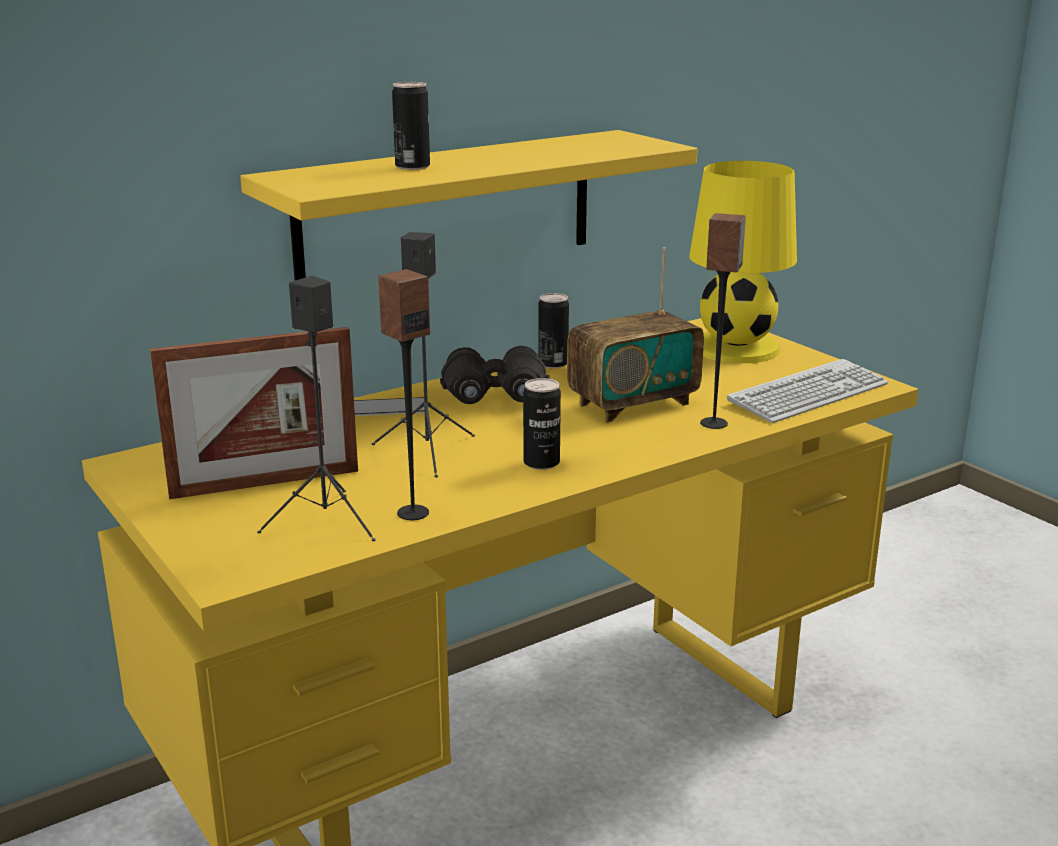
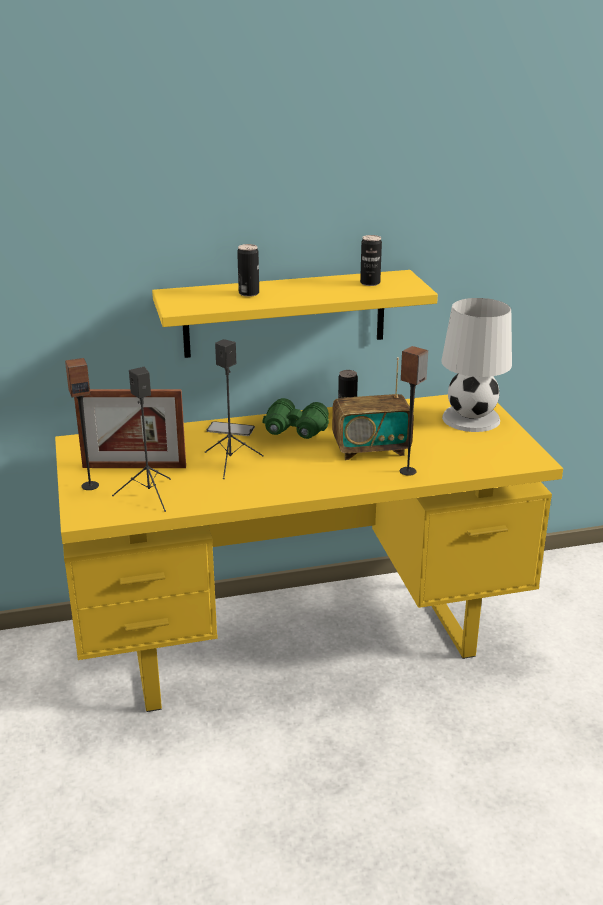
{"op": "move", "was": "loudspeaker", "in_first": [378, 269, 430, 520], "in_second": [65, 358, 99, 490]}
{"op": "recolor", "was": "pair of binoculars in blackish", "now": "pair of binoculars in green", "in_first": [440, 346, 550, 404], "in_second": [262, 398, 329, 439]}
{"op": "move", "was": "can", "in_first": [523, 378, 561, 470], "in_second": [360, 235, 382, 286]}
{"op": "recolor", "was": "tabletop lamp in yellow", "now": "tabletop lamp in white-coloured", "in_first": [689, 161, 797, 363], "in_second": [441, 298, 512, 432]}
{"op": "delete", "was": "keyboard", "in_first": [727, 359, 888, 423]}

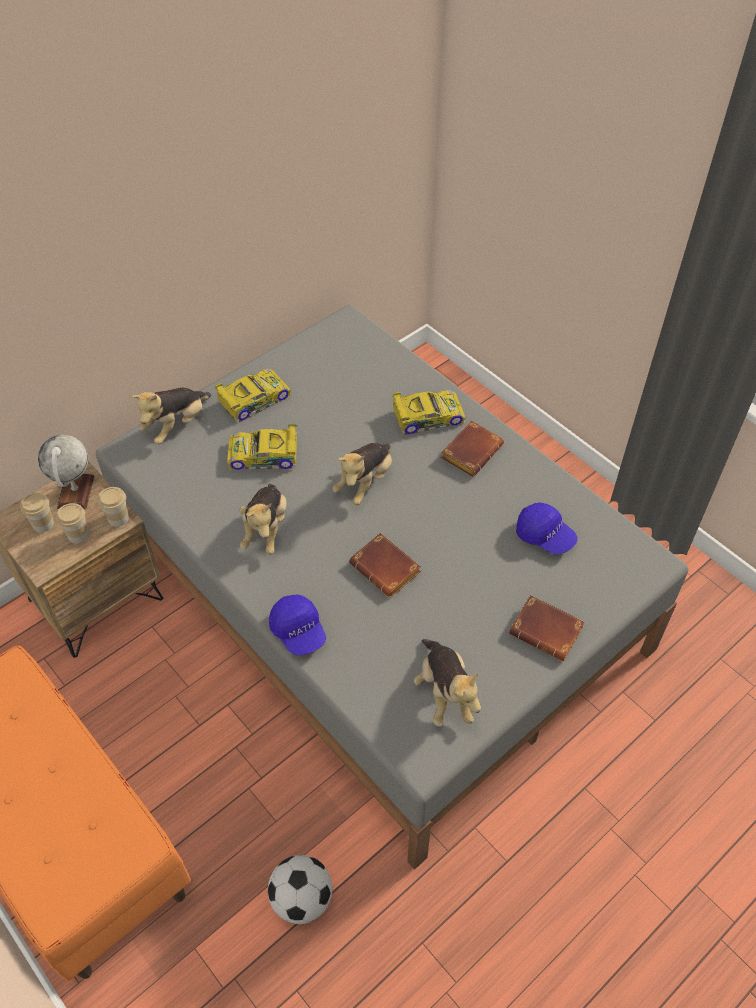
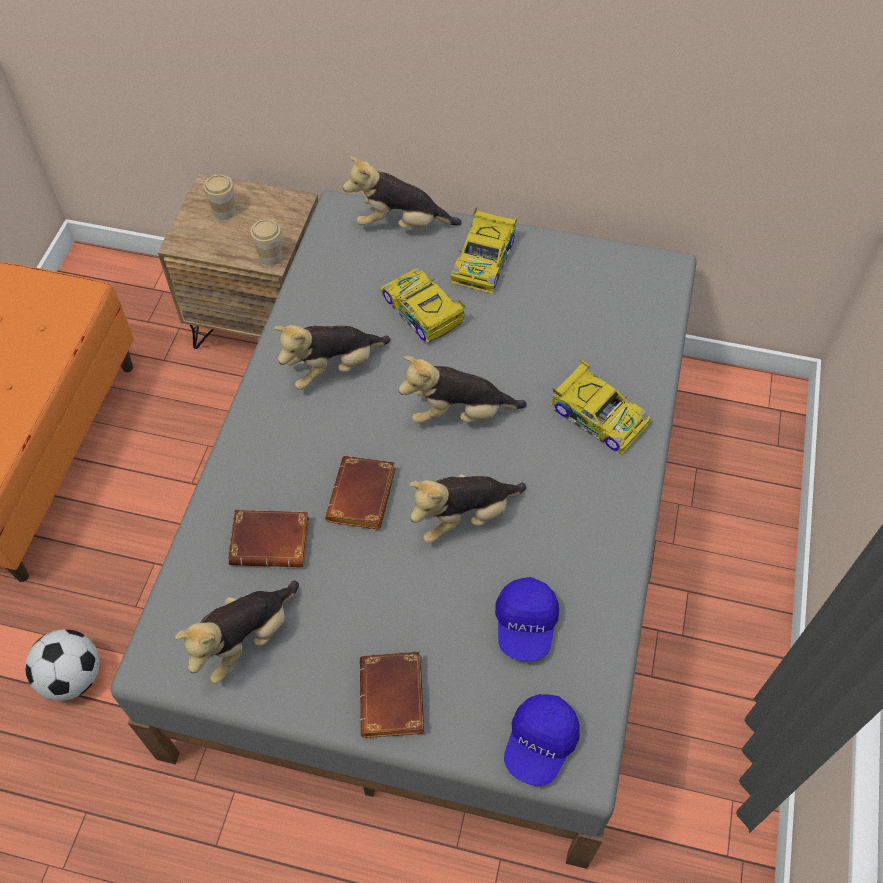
{"op": "move", "was": "book in brown", "in_first": [441, 421, 504, 477], "in_second": [228, 510, 309, 567]}
{"op": "insert", "now": "plush toy", "in_second": [409, 474, 526, 543]}
{"op": "rotate", "was": "toy car", "in_first": [215, 369, 291, 422], "in_second": [451, 207, 517, 293], "clockwise": 90}
{"op": "move", "was": "baseball cap in blue", "in_first": [269, 595, 326, 655], "in_second": [504, 694, 580, 786]}
{"op": "delete", "was": "world globe", "in_first": [38, 435, 94, 509]}
{"op": "delete", "was": "small cup", "in_first": [56, 503, 89, 543]}

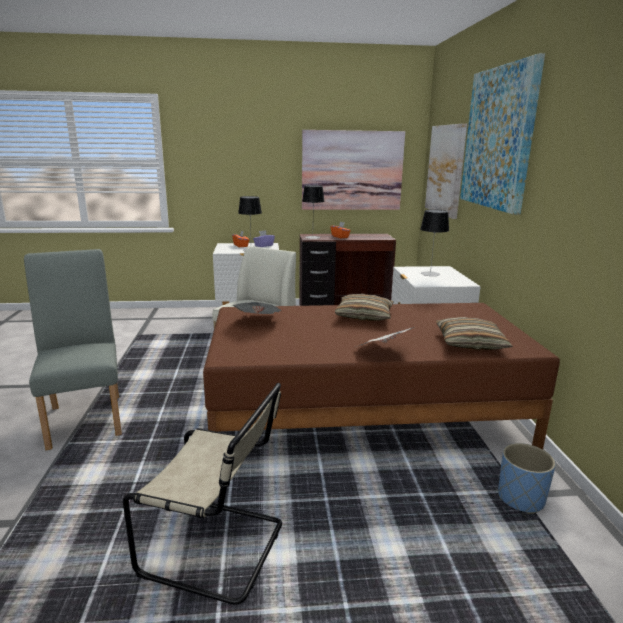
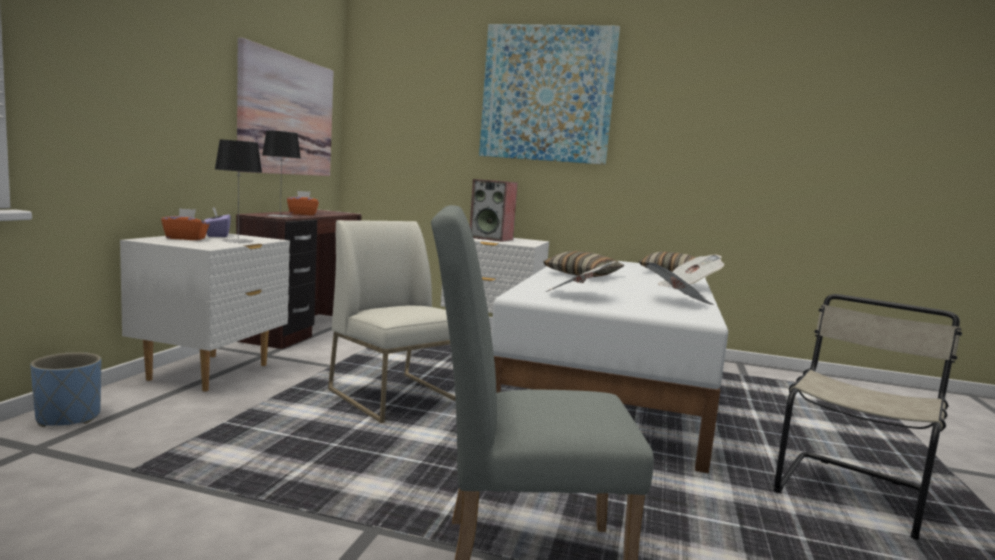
{"op": "move", "was": "plant pot in blue", "in_first": [498, 443, 556, 514], "in_second": [30, 352, 101, 427]}
{"op": "replace", "was": "tabletop lamp", "now": "loudspeaker", "in_first": [420, 210, 449, 276], "in_second": [470, 179, 518, 242]}
{"op": "recolor", "was": "bed in brown", "now": "bed in white-coloured", "in_first": [203, 303, 560, 449], "in_second": [491, 261, 728, 473]}
{"op": "insert", "now": "daily paper", "in_second": [646, 262, 714, 305]}
{"op": "delete", "was": "wall picture", "in_first": [425, 123, 467, 219]}

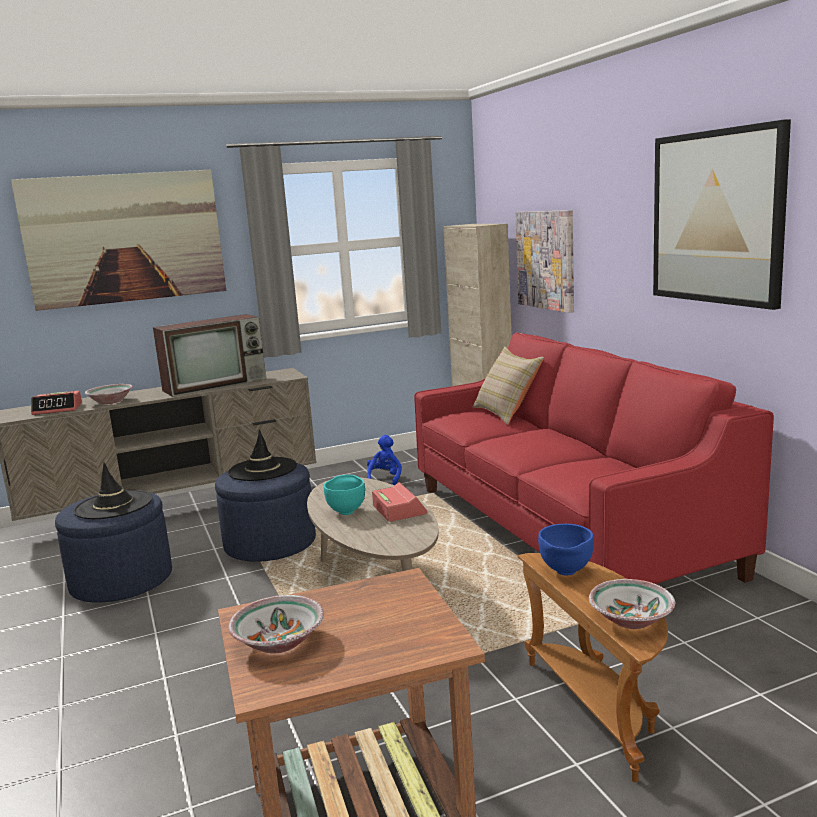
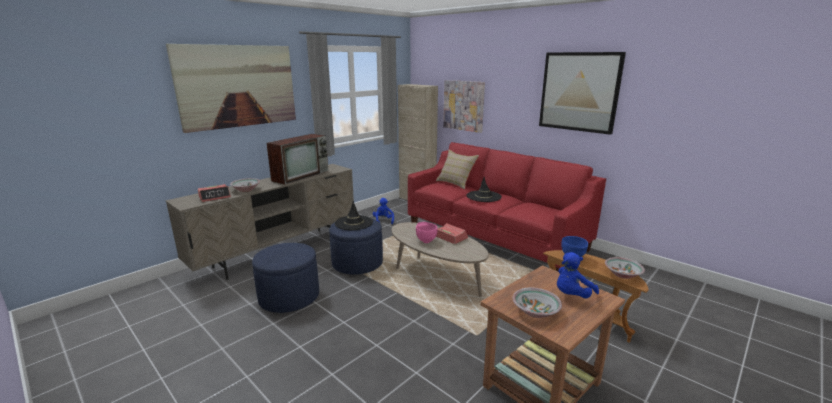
{"op": "recolor", "was": "bowl in turquoise-coloured", "now": "bowl in pink-coloured", "in_first": [324, 475, 365, 515], "in_second": [416, 222, 438, 243]}
{"op": "move", "was": "wearable hat in blackish", "in_first": [73, 462, 153, 519], "in_second": [467, 177, 502, 202]}
{"op": "insert", "now": "plush toy in blue", "in_second": [557, 252, 599, 298]}

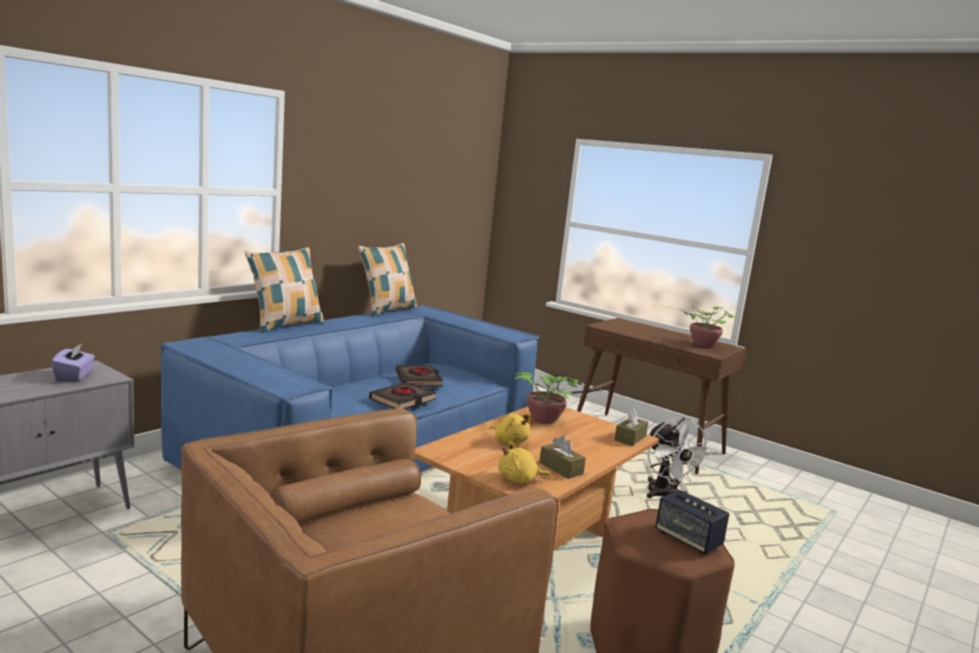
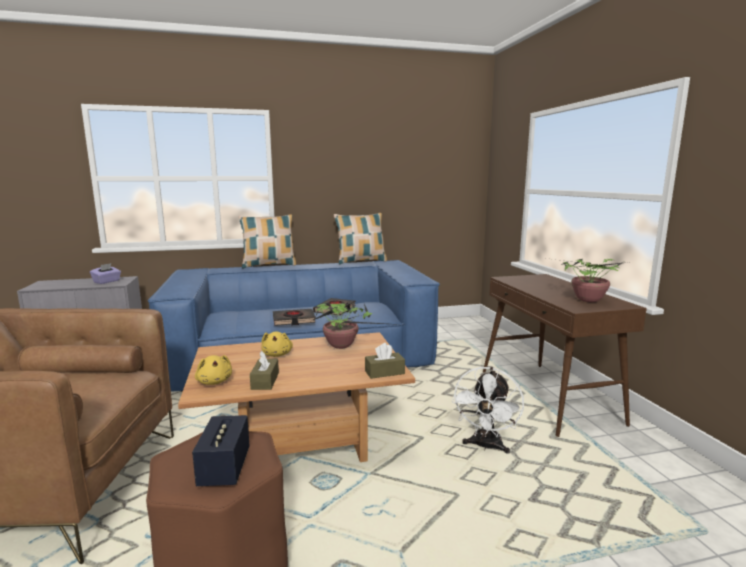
{"op": "rotate", "was": "plush toy in yellow", "in_first": [499, 441, 552, 483], "in_second": [195, 355, 232, 385], "clockwise": -150}

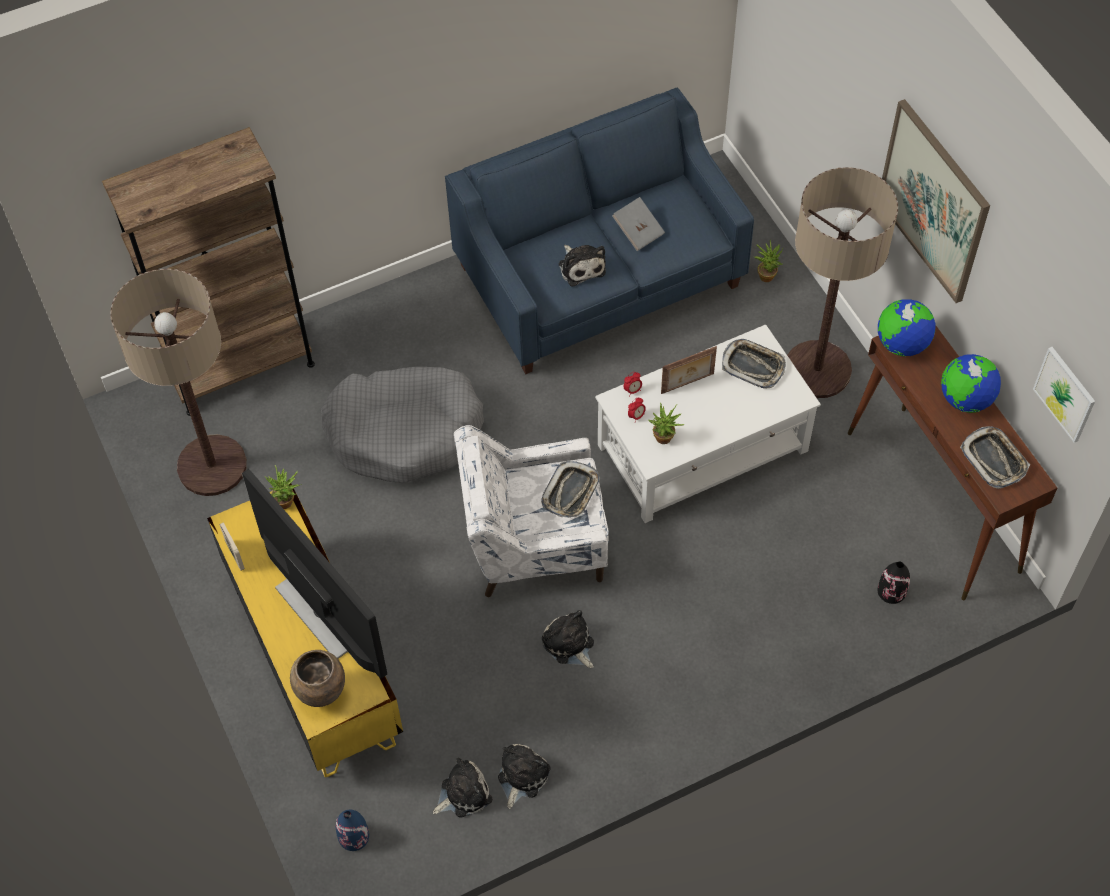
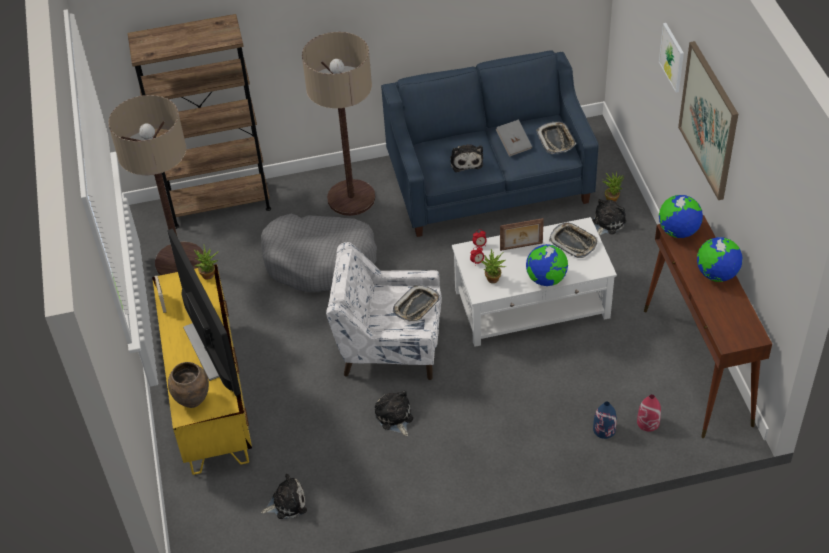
{"op": "move", "was": "floor lamp", "in_first": [787, 167, 898, 398], "in_second": [302, 32, 375, 216]}
{"op": "insert", "now": "world globe", "in_second": [526, 244, 568, 286]}
{"op": "move", "was": "carrying tray", "in_first": [960, 426, 1030, 489], "in_second": [536, 122, 576, 154]}
{"op": "move", "was": "plush toy", "in_first": [498, 744, 551, 809], "in_second": [592, 199, 626, 236]}
{"op": "move", "was": "decorative vase in blue", "in_first": [336, 810, 369, 851], "in_second": [593, 402, 617, 439]}
{"op": "recolor", "was": "decorative vase in blackish", "now": "decorative vase in reddish", "in_first": [877, 561, 910, 604], "in_second": [637, 394, 661, 432]}
{"op": "move", "was": "wall picture", "in_first": [1033, 347, 1095, 443], "in_second": [659, 23, 684, 93]}

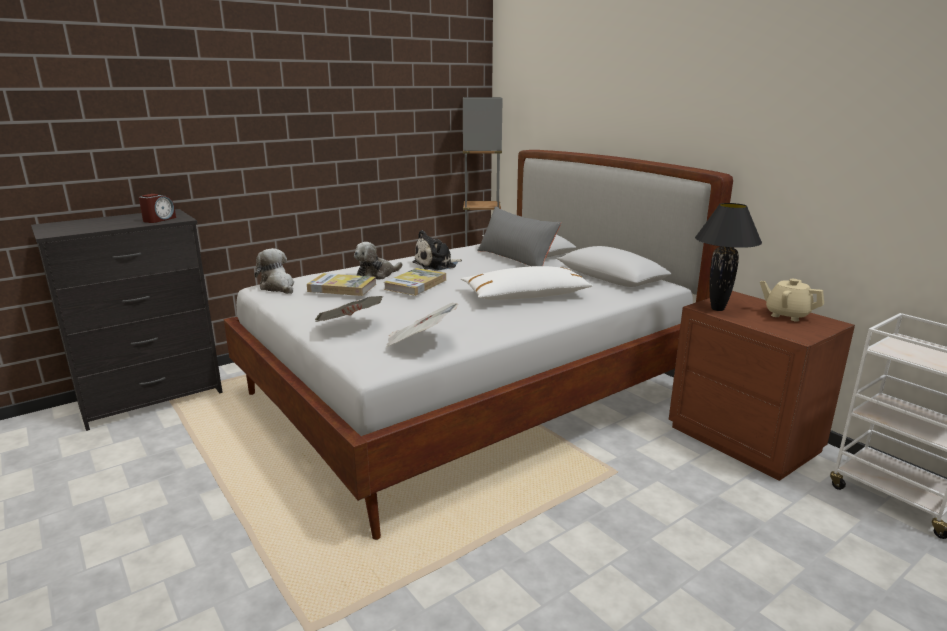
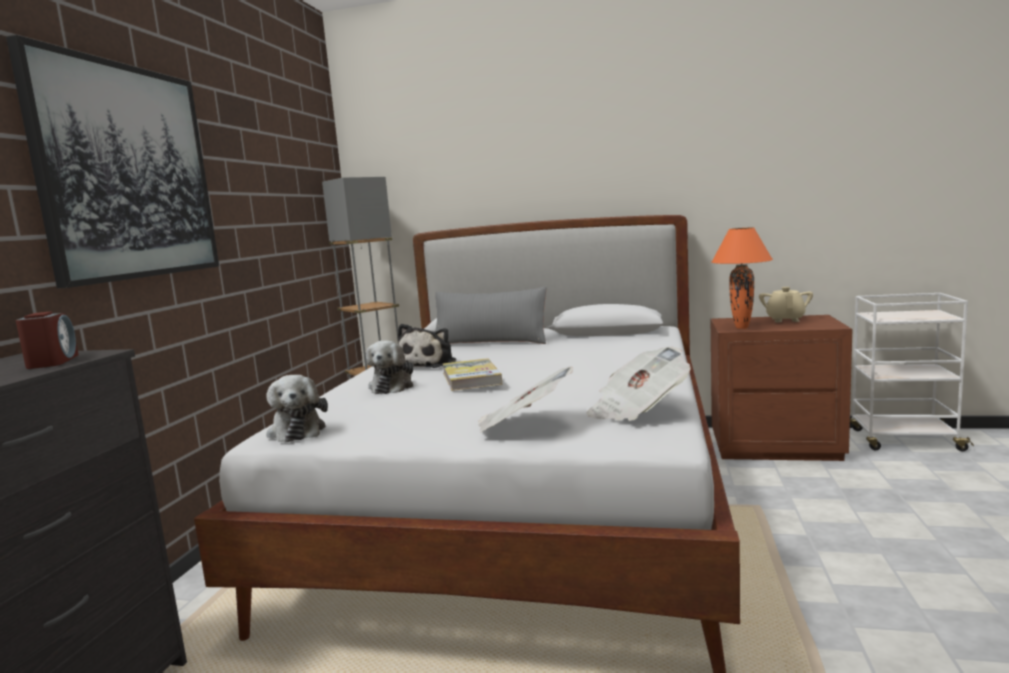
{"op": "insert", "now": "wall picture", "in_second": [6, 35, 219, 289]}
{"op": "rotate", "was": "plush toy", "in_first": [255, 248, 294, 294], "in_second": [266, 375, 328, 442], "clockwise": -120}
{"op": "recolor", "was": "tabletop lamp in blackish", "now": "tabletop lamp in orange-coloured", "in_first": [695, 203, 762, 311], "in_second": [712, 228, 773, 329]}
{"op": "rotate", "was": "pot for tea in beige", "in_first": [760, 279, 824, 322], "in_second": [759, 287, 813, 322], "clockwise": 105}
{"op": "delete", "was": "book", "in_first": [307, 273, 376, 296]}
{"op": "delete", "was": "throw pillow in white-coloured", "in_first": [461, 266, 593, 300]}

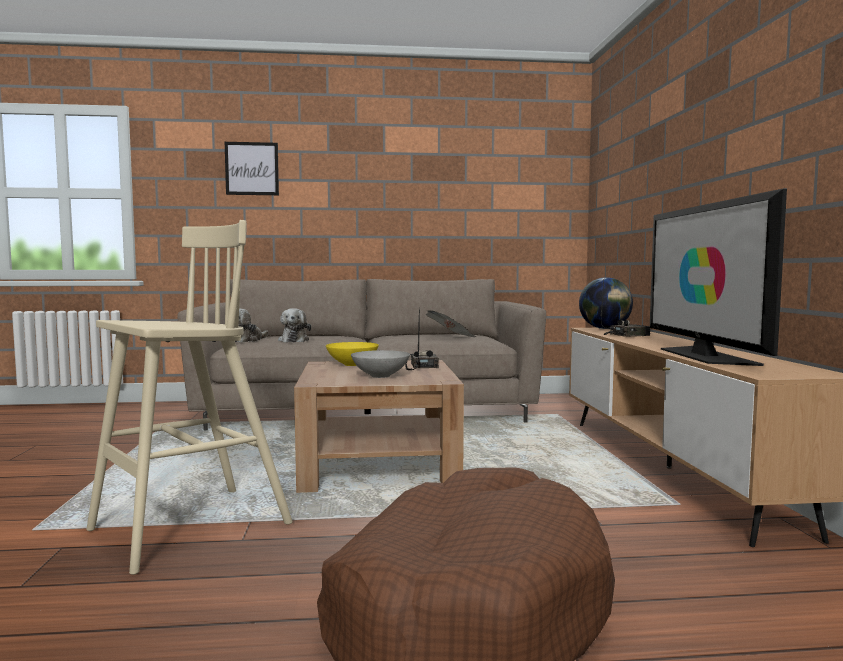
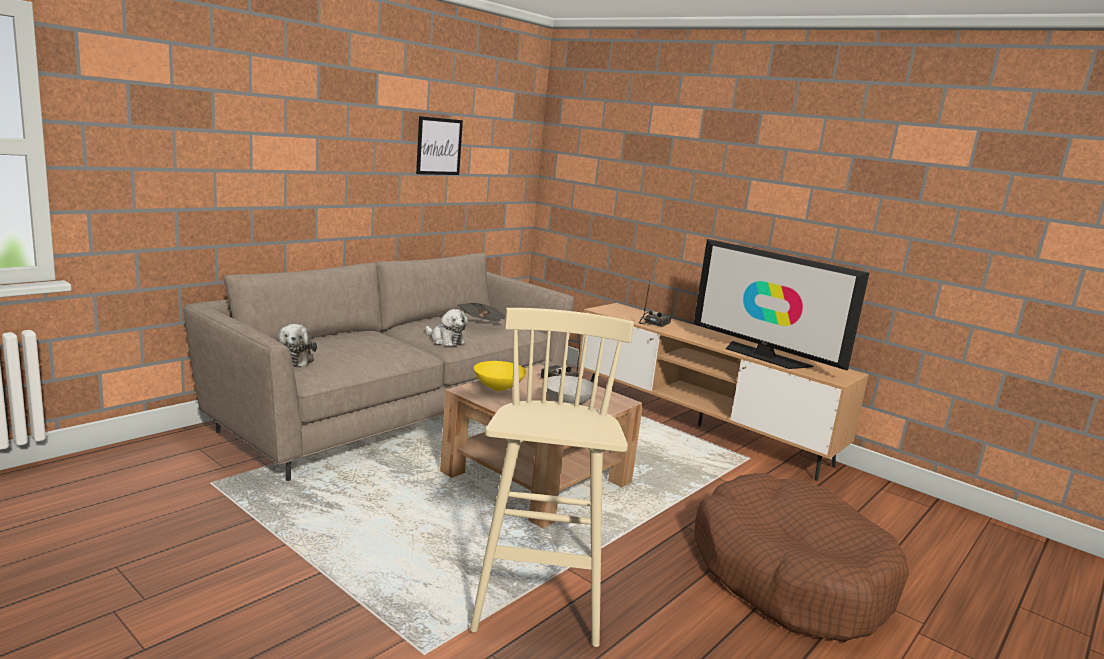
{"op": "move", "was": "wall picture", "in_first": [225, 142, 279, 195], "in_second": [416, 116, 463, 175]}
{"op": "move", "was": "plush toy", "in_first": [278, 308, 311, 343], "in_second": [425, 309, 468, 346]}
{"op": "delete", "was": "world globe", "in_first": [579, 277, 633, 329]}

